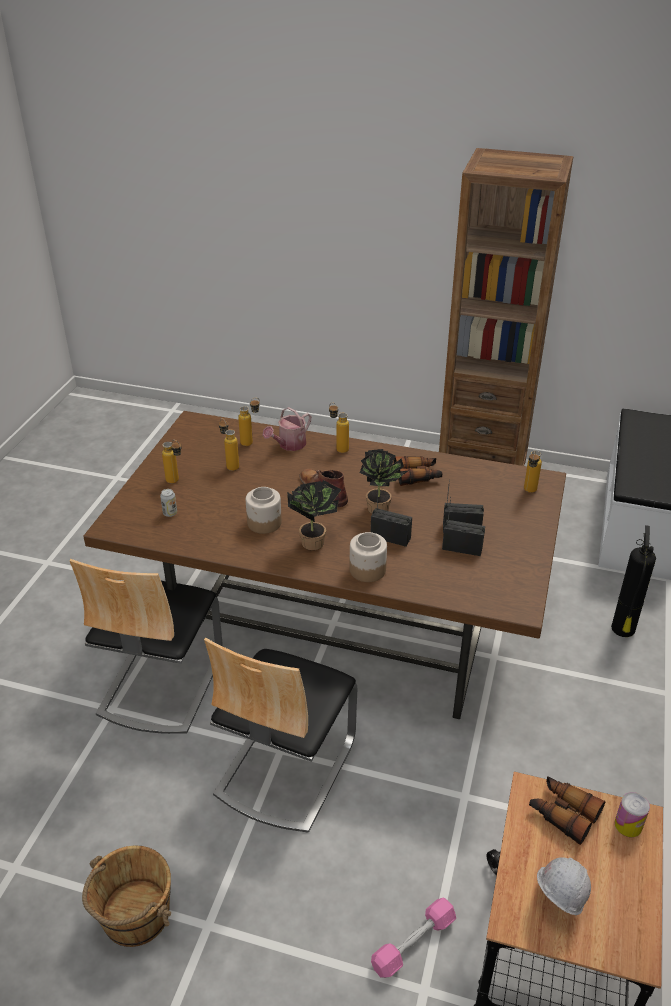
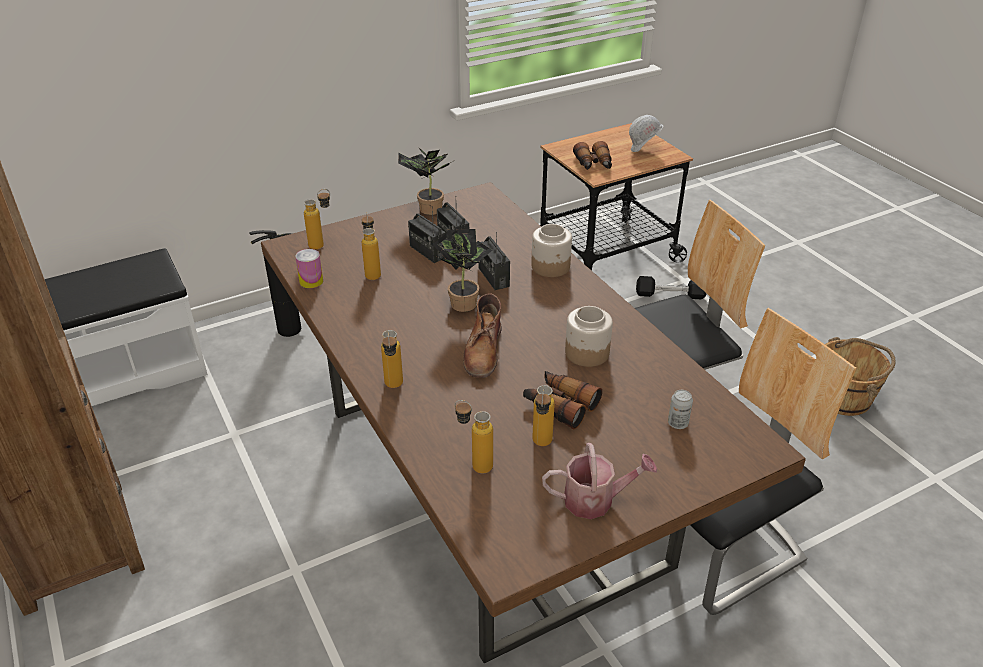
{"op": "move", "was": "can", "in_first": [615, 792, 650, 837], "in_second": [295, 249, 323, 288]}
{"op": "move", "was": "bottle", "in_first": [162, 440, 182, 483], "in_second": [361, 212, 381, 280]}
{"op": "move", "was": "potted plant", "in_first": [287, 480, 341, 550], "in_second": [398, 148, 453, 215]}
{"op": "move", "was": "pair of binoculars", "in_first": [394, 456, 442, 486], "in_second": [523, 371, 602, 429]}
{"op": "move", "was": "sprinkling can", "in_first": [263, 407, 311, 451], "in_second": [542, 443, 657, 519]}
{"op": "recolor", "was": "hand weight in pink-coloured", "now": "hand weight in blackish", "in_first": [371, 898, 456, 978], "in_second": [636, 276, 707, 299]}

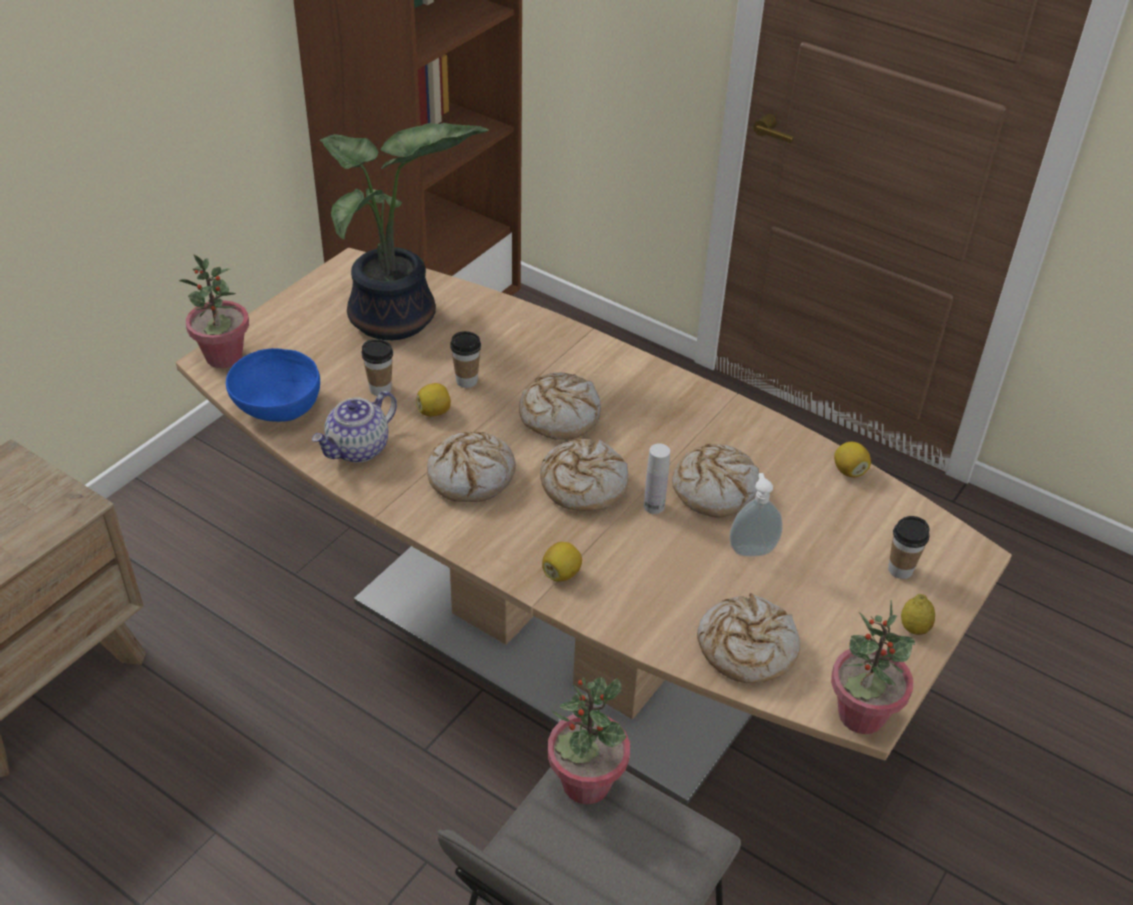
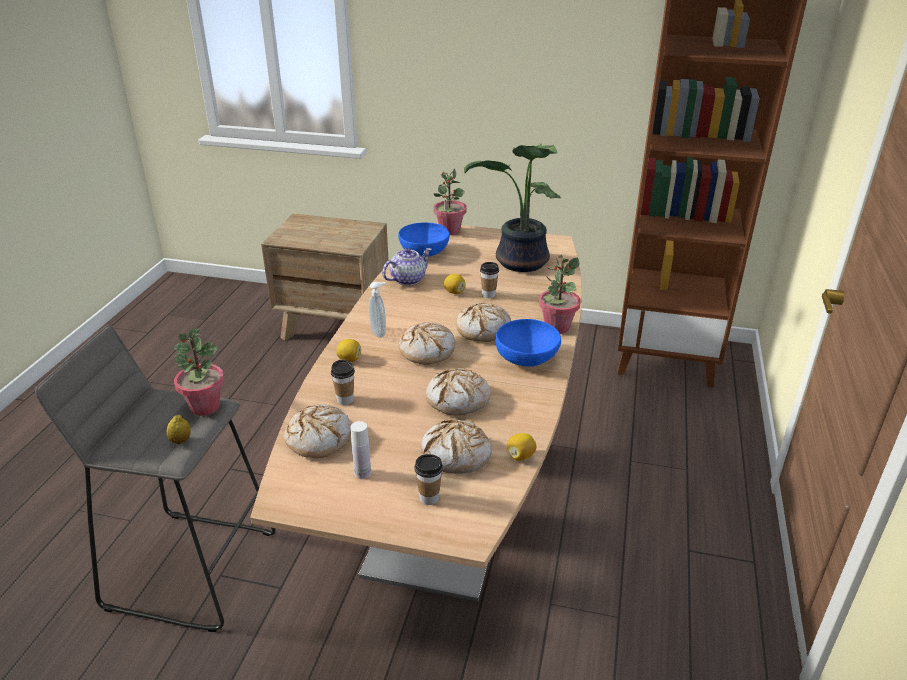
{"op": "move", "was": "citrus fruit", "in_first": [901, 594, 935, 635], "in_second": [167, 415, 191, 444]}
{"op": "move", "was": "small cup", "in_first": [362, 339, 393, 396], "in_second": [331, 360, 355, 405]}
{"op": "move", "was": "bottle in white-coloured", "in_first": [644, 443, 670, 514], "in_second": [350, 421, 371, 479]}
{"op": "move", "was": "liquid soap bottle", "in_first": [729, 473, 783, 556], "in_second": [369, 282, 386, 338]}
{"op": "rotate", "was": "pot for tea", "in_first": [312, 391, 397, 463], "in_second": [382, 248, 432, 286], "clockwise": 120}
{"op": "move", "was": "bread", "in_first": [427, 431, 516, 502], "in_second": [421, 419, 492, 474]}
{"op": "insert", "now": "bowl in blue", "in_second": [495, 319, 561, 367]}
{"op": "move", "was": "potted plant", "in_first": [831, 600, 915, 734], "in_second": [539, 254, 581, 334]}

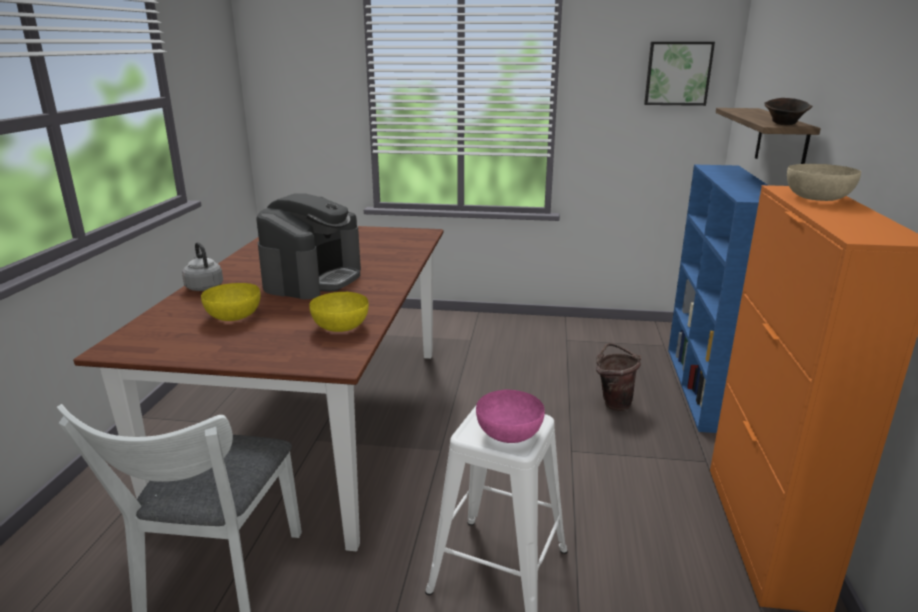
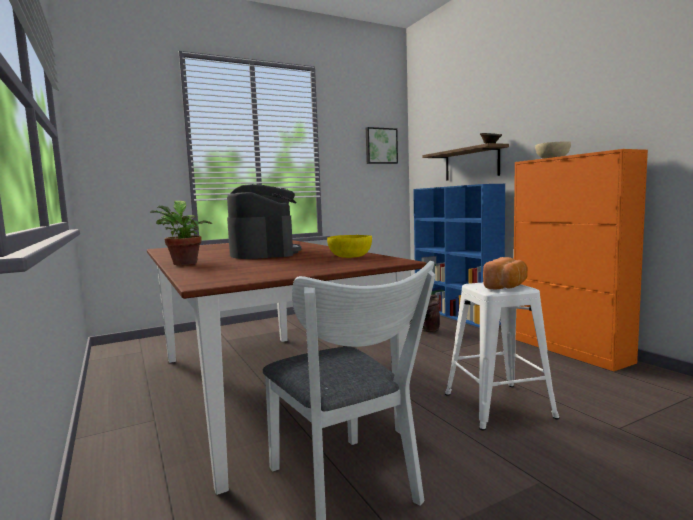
{"op": "replace", "was": "kettle in greyish", "now": "potted plant", "in_first": [182, 242, 223, 291], "in_second": [150, 201, 212, 265]}
{"op": "replace", "was": "bowl in pink-coloured", "now": "bread", "in_first": [476, 389, 545, 443], "in_second": [483, 257, 528, 290]}
{"op": "delete", "was": "bowl in yellow", "in_first": [201, 283, 261, 321]}

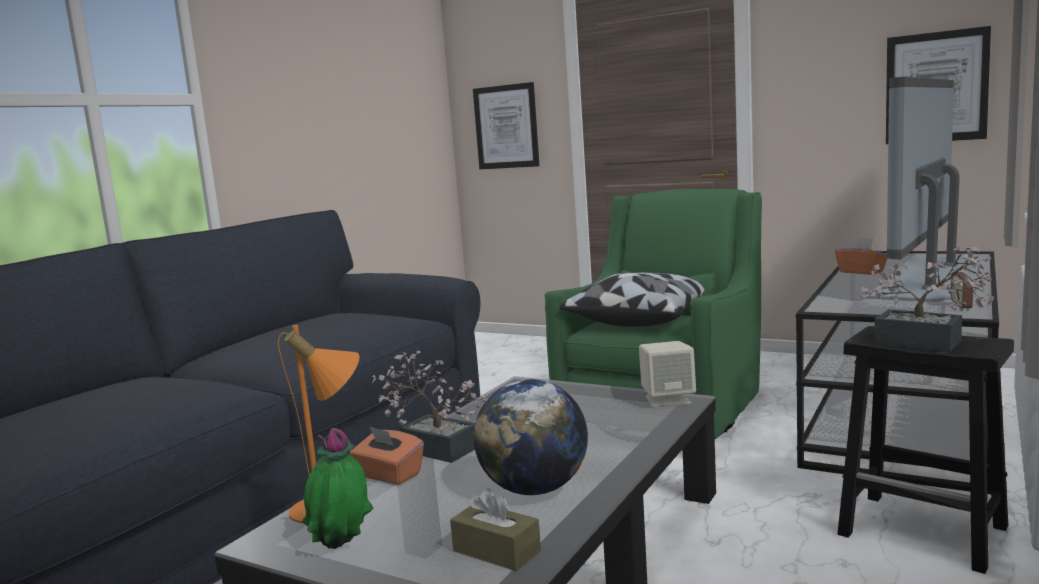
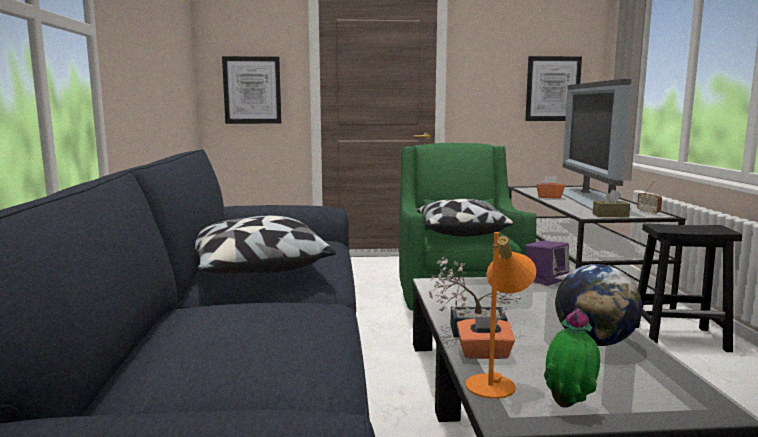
{"op": "insert", "now": "throw pillow", "in_second": [195, 215, 336, 273]}
{"op": "recolor", "was": "loudspeaker in beige", "now": "loudspeaker in purple", "in_first": [639, 341, 696, 408], "in_second": [525, 241, 569, 286]}
{"op": "move", "was": "tissue box in brown", "in_first": [450, 488, 541, 571], "in_second": [593, 190, 630, 217]}
{"op": "delete", "was": "potted plant", "in_first": [860, 246, 994, 352]}

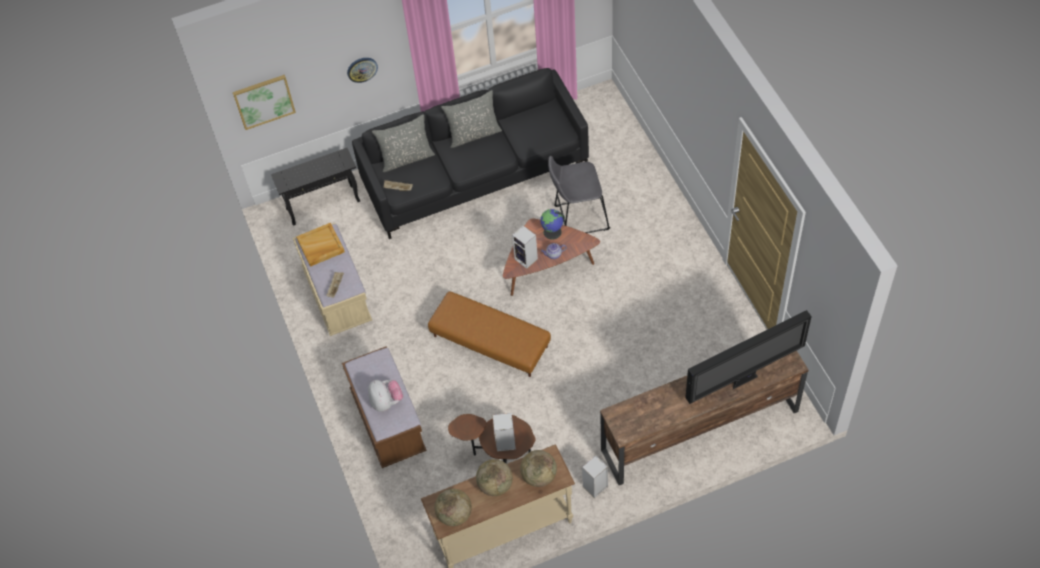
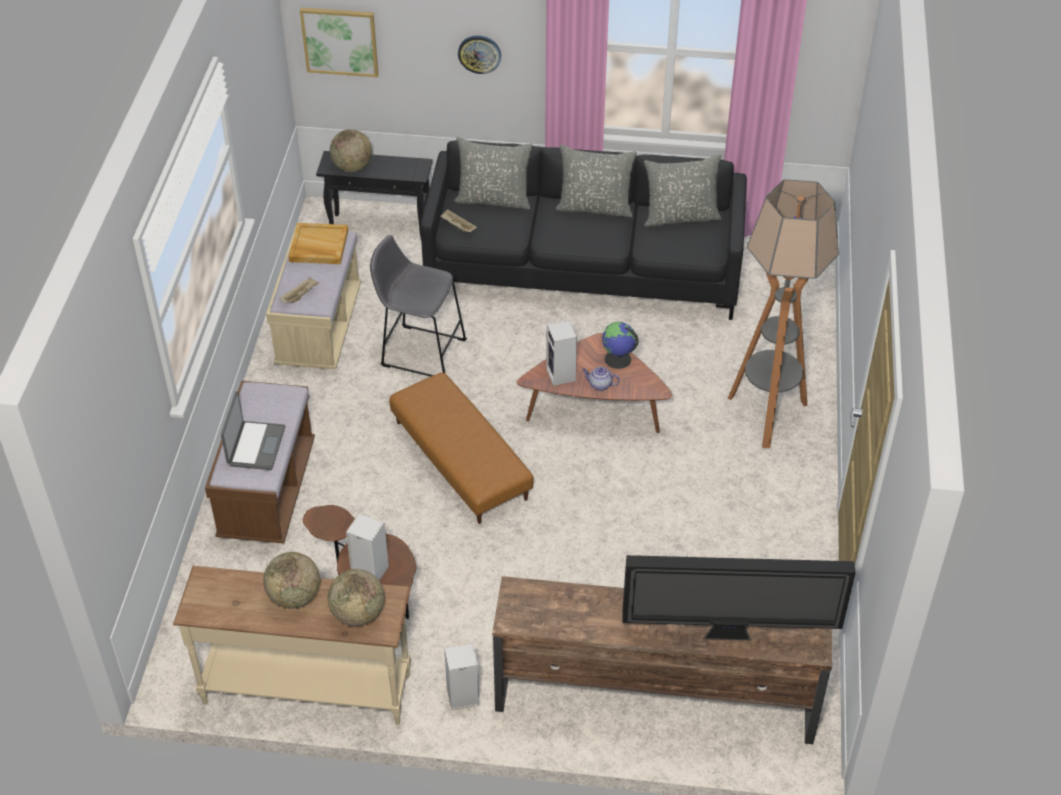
{"op": "replace", "was": "plush toy", "now": "laptop", "in_first": [368, 380, 403, 412], "in_second": [221, 391, 286, 470]}
{"op": "move", "was": "world globe", "in_first": [435, 489, 472, 526], "in_second": [330, 129, 372, 172]}
{"op": "move", "was": "sitting stool in greyish", "in_first": [548, 156, 610, 233], "in_second": [370, 235, 467, 376]}
{"op": "insert", "now": "throw pillow in greyish", "in_second": [644, 154, 722, 227]}
{"op": "insert", "now": "floor lamp", "in_second": [728, 179, 839, 449]}

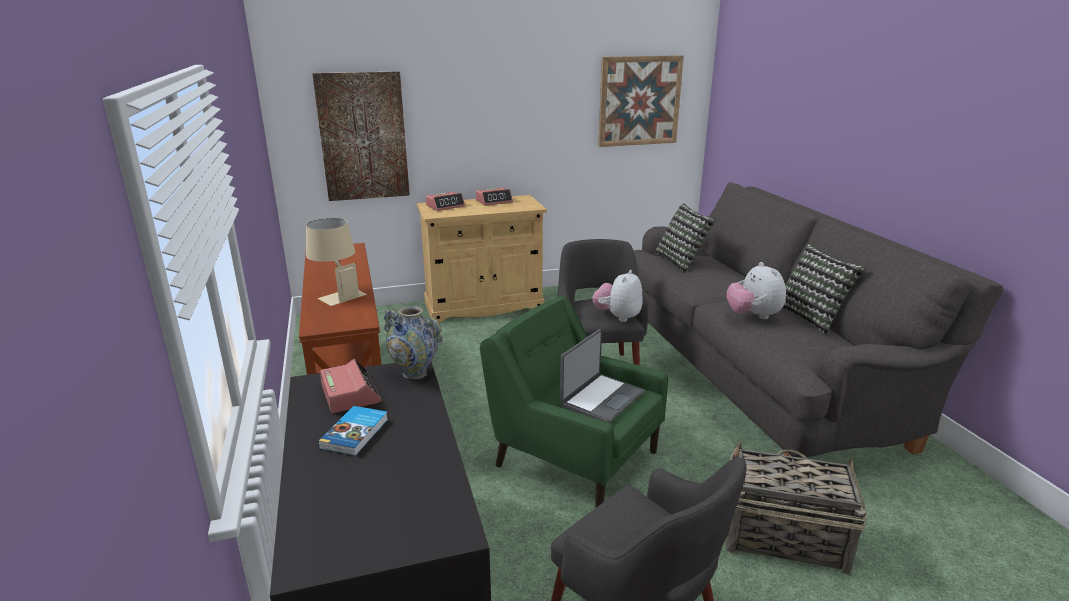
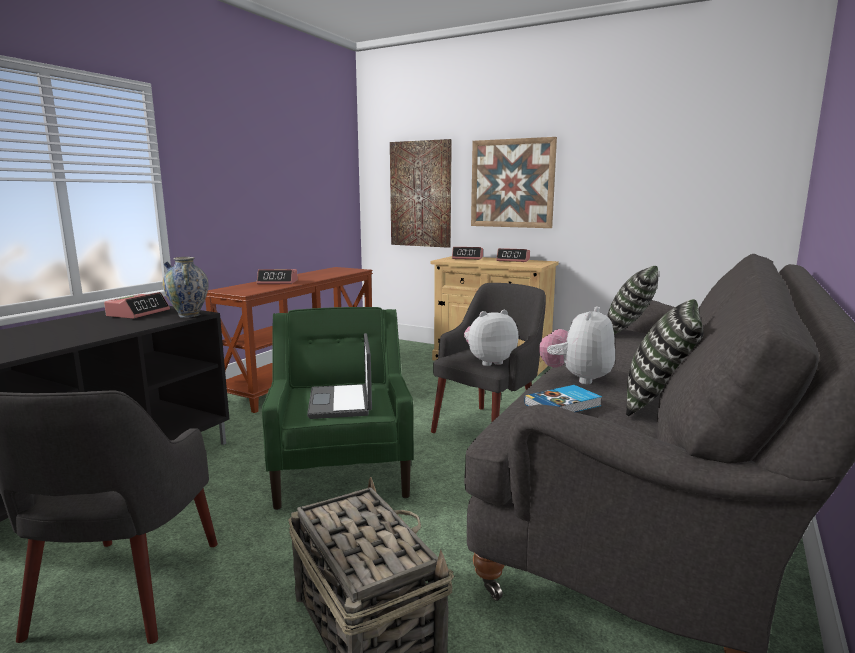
{"op": "replace", "was": "tabletop lamp in beige", "now": "table clock", "in_first": [306, 218, 367, 306], "in_second": [257, 269, 298, 284]}
{"op": "rotate", "was": "laptop", "in_first": [560, 329, 644, 423], "in_second": [307, 333, 372, 419], "clockwise": 90}
{"op": "move", "was": "wall picture", "in_first": [598, 55, 684, 147], "in_second": [471, 137, 557, 228]}
{"op": "move", "was": "book", "in_first": [318, 406, 388, 456], "in_second": [524, 385, 602, 412]}

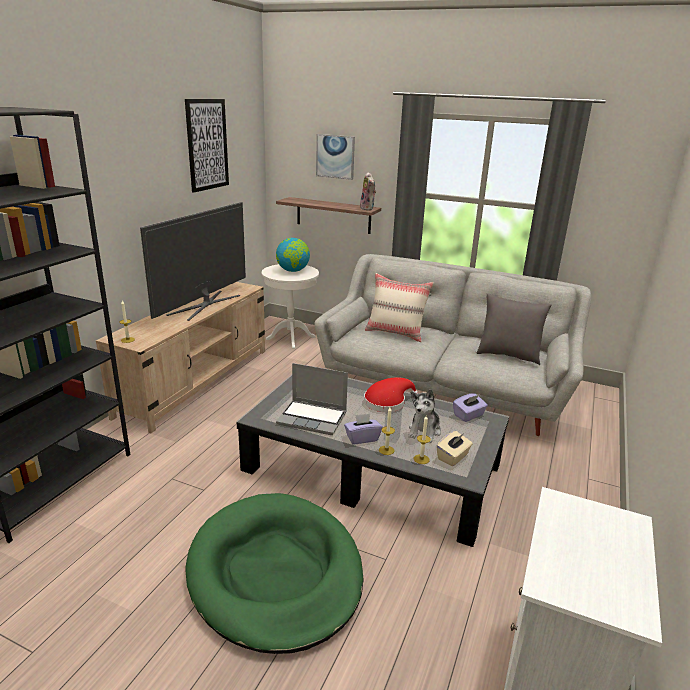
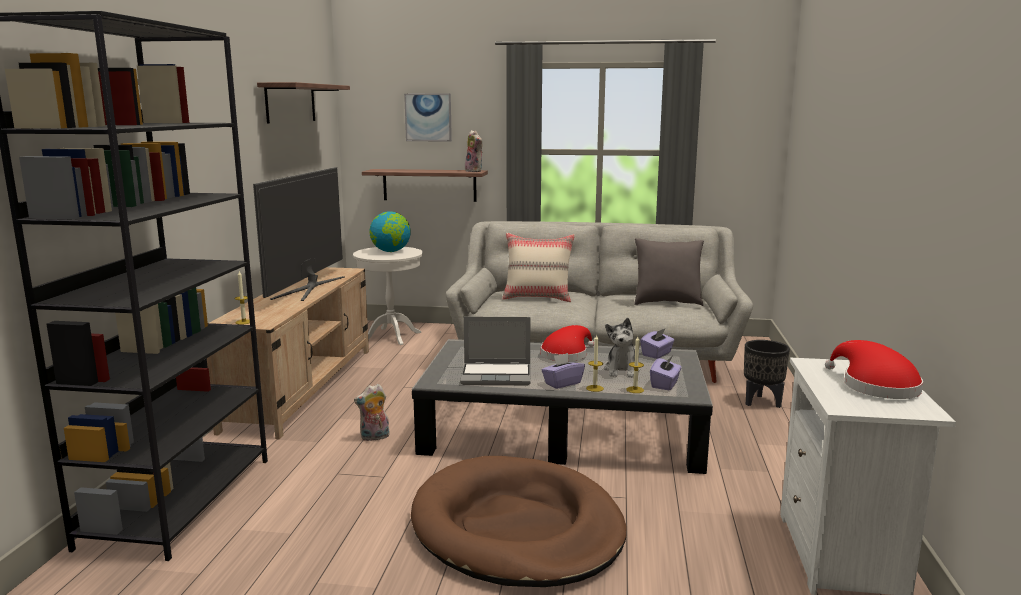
{"op": "replace", "was": "wall picture", "now": "shelf", "in_first": [185, 99, 229, 193], "in_second": [257, 82, 350, 124]}
{"op": "insert", "now": "plush toy", "in_second": [354, 384, 390, 441]}
{"op": "recolor", "was": "pet bed in green", "now": "pet bed in brown", "in_first": [186, 493, 364, 654], "in_second": [411, 456, 627, 587]}
{"op": "recolor", "was": "tissue box in beige", "now": "tissue box in purple", "in_first": [436, 431, 473, 466], "in_second": [650, 356, 682, 390]}
{"op": "insert", "now": "plant pot in blackish", "in_second": [744, 340, 790, 408]}
{"op": "insert", "now": "wearable hat in reddish", "in_second": [825, 340, 923, 399]}

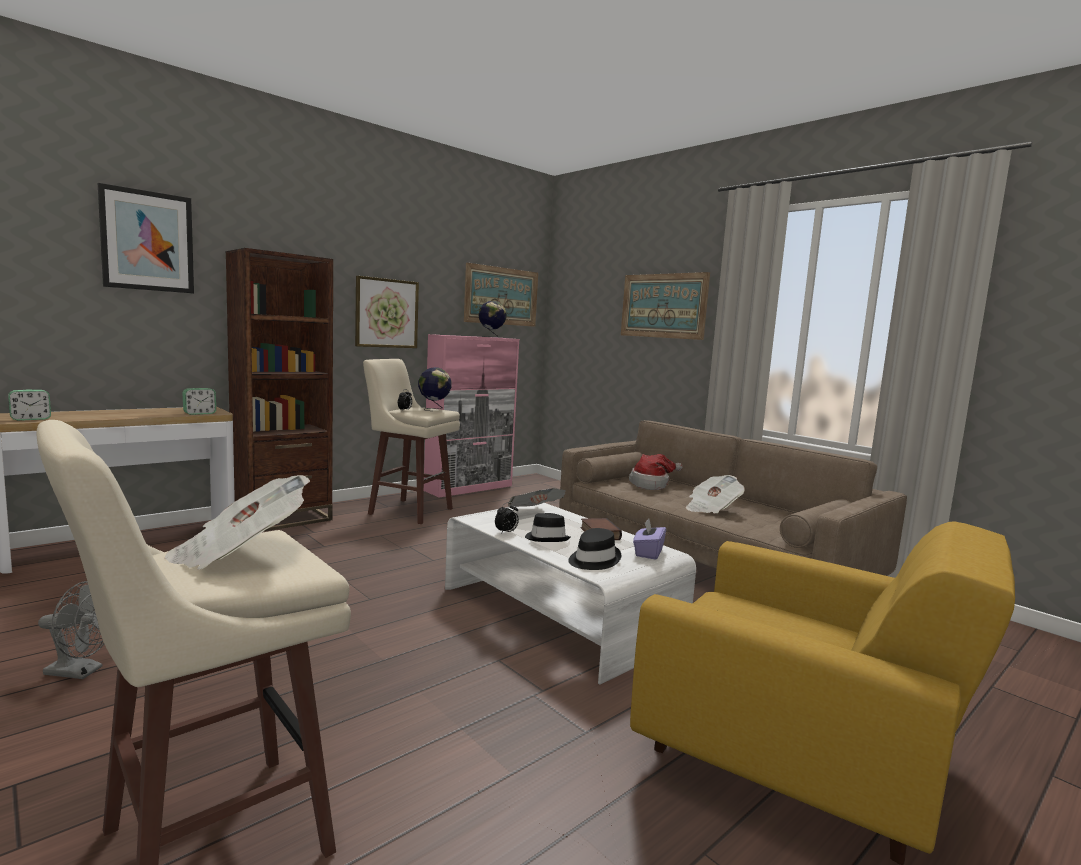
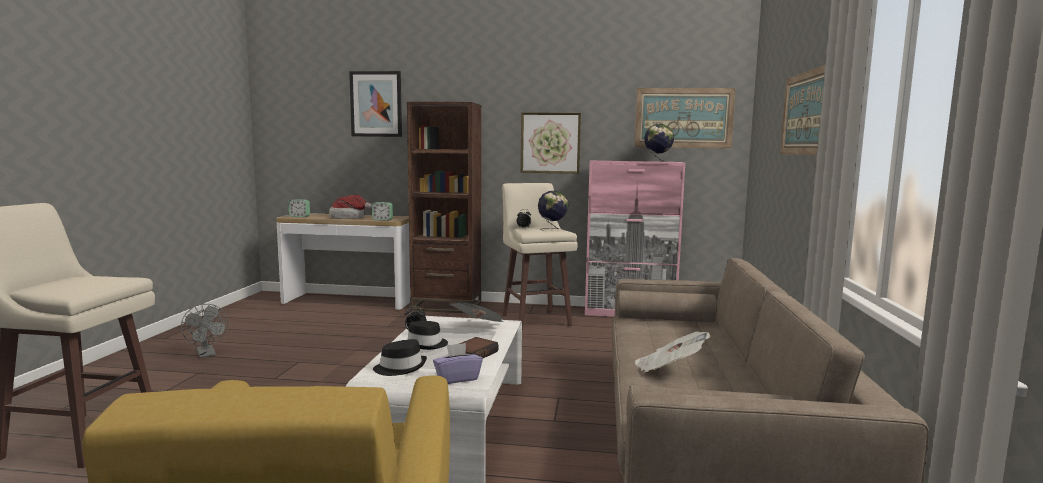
{"op": "move", "was": "wearable hat", "in_first": [629, 454, 683, 490], "in_second": [329, 195, 372, 219]}
{"op": "delete", "was": "daily paper", "in_first": [165, 475, 310, 570]}

